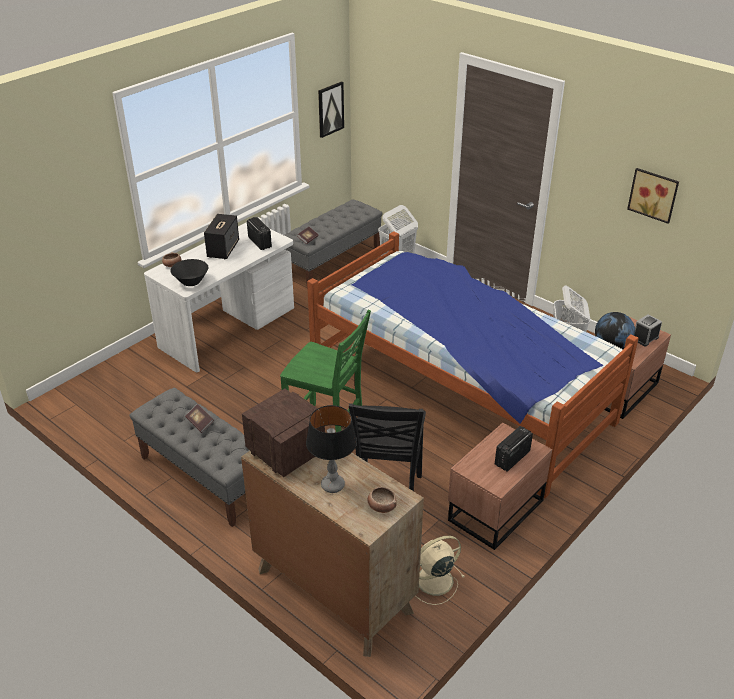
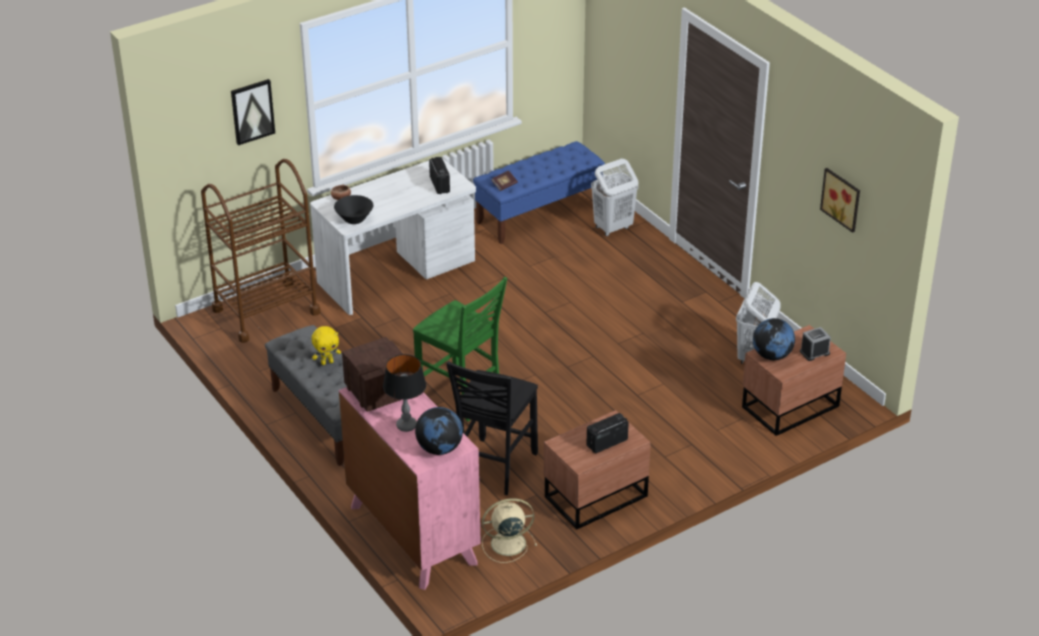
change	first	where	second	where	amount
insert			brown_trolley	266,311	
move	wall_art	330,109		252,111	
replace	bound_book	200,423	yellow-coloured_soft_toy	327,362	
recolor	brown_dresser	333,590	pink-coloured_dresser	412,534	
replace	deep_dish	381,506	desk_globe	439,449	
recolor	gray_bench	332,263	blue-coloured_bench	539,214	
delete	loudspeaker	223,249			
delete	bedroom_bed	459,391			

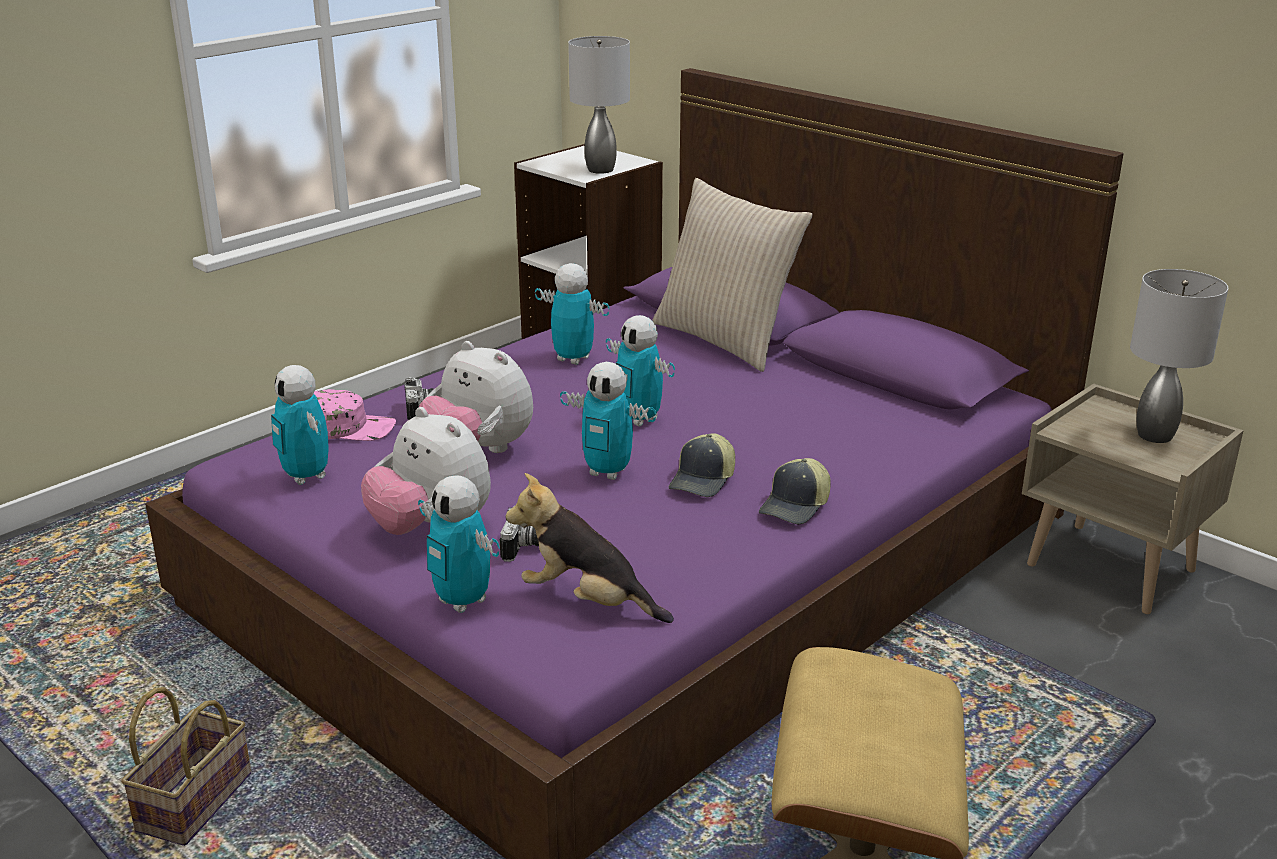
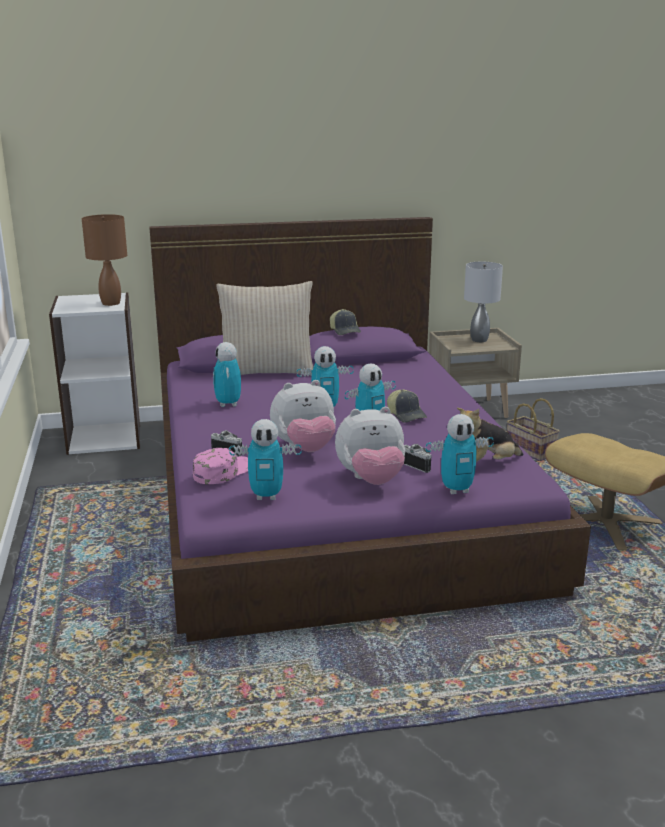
change	first	where	second	where	amount
recolor	gray_lamp_for_a_table	599,170	brown_lamp_for_a_table	111,303	
rotate	robot_figure	573,359		228,404	75 degrees counterclockwise
move	cap	796,507		345,331	
move	household_basket	194,800		528,451	

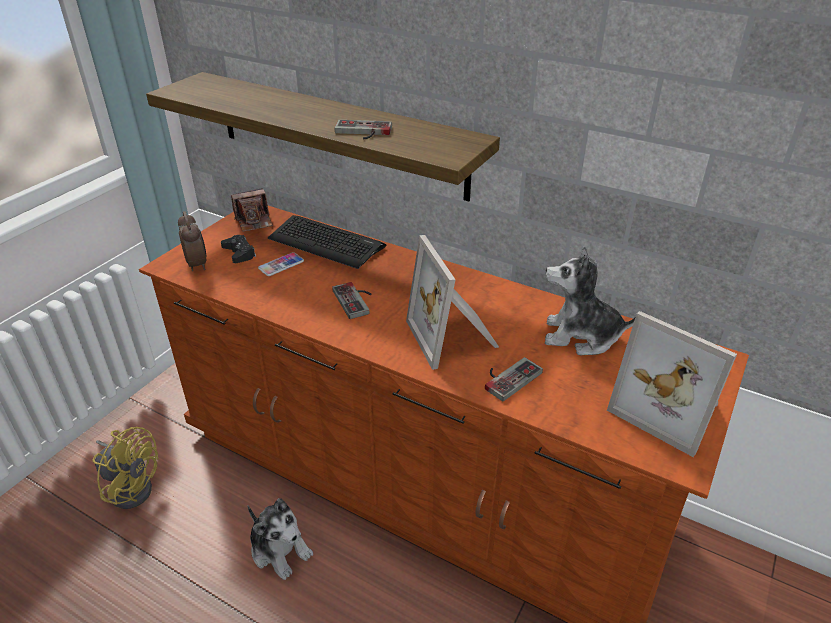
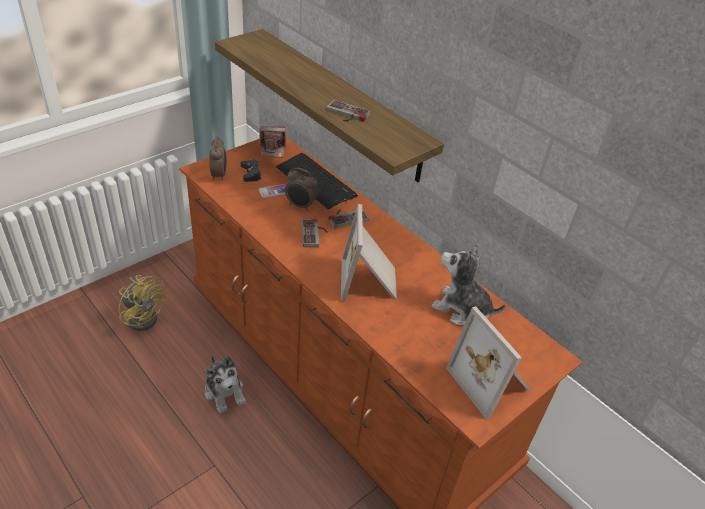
change	first	where	second	where	amount
insert			table_clock	300,206	
move	joypad	508,377		346,217	

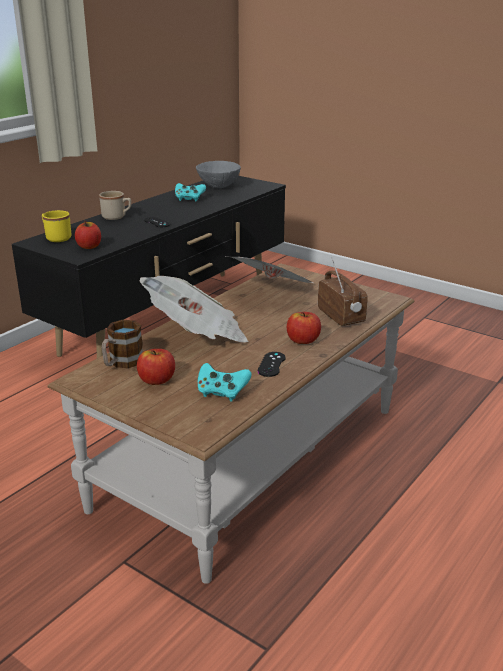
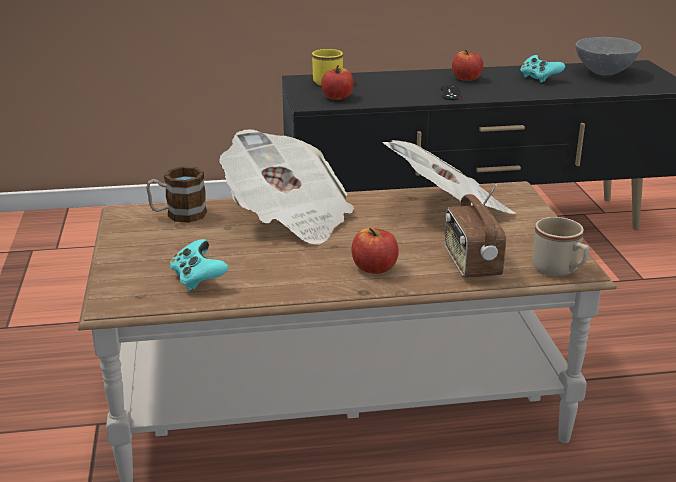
change	first	where	second	where	amount
rotate	radio_set	341,317		471,263	150 degrees clockwise
move	whole_apple	156,380		466,79	
move	beige-coloured_mug	117,217		559,270	
delete	black_joypad	271,364			

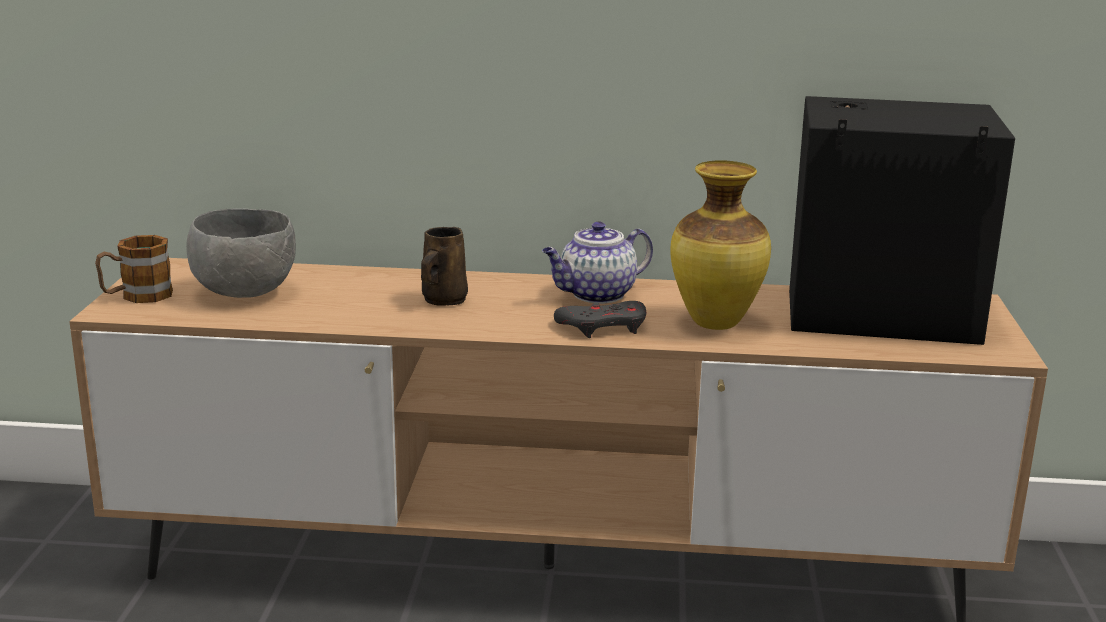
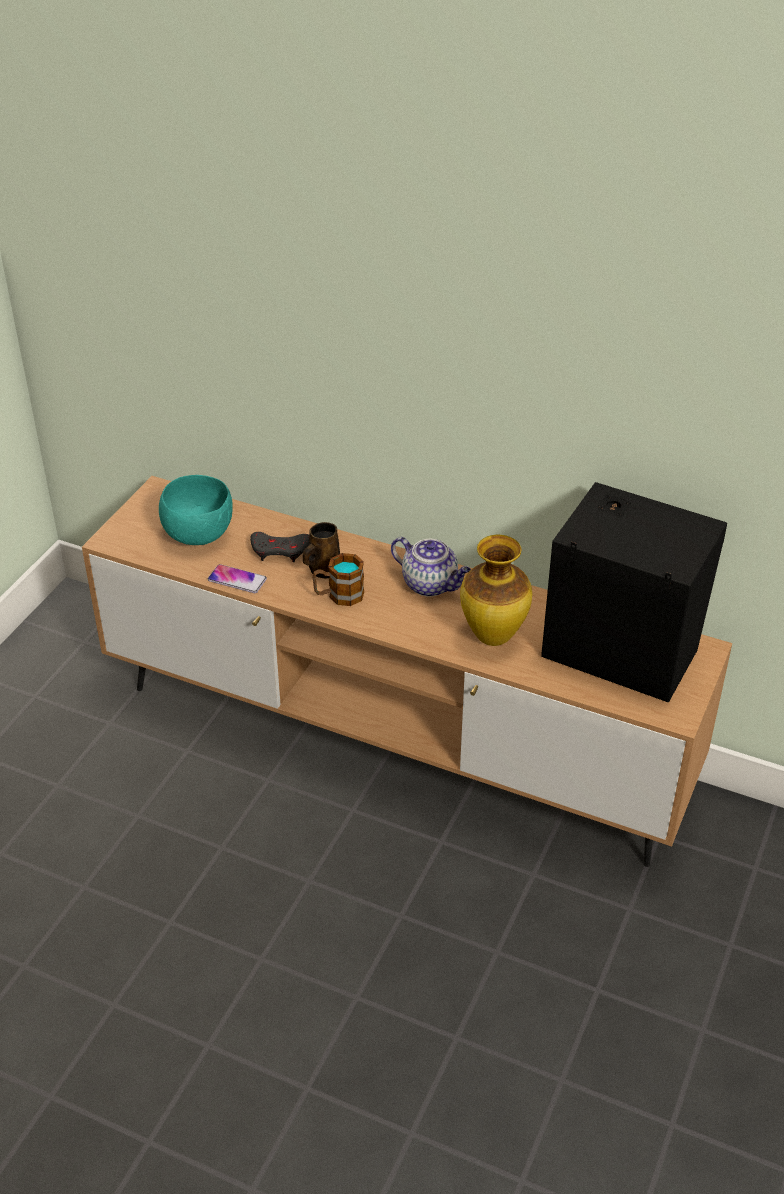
change	first	where	second	where	amount
recolor	gray_deep_dish	246,292	turquoise_deep_dish	200,534	
insert			handset	237,580	
move	gray_joypad	604,326		280,550	
move	mug	137,296		339,595	
rotate	tea_pot	596,295		431,585	135 degrees counterclockwise

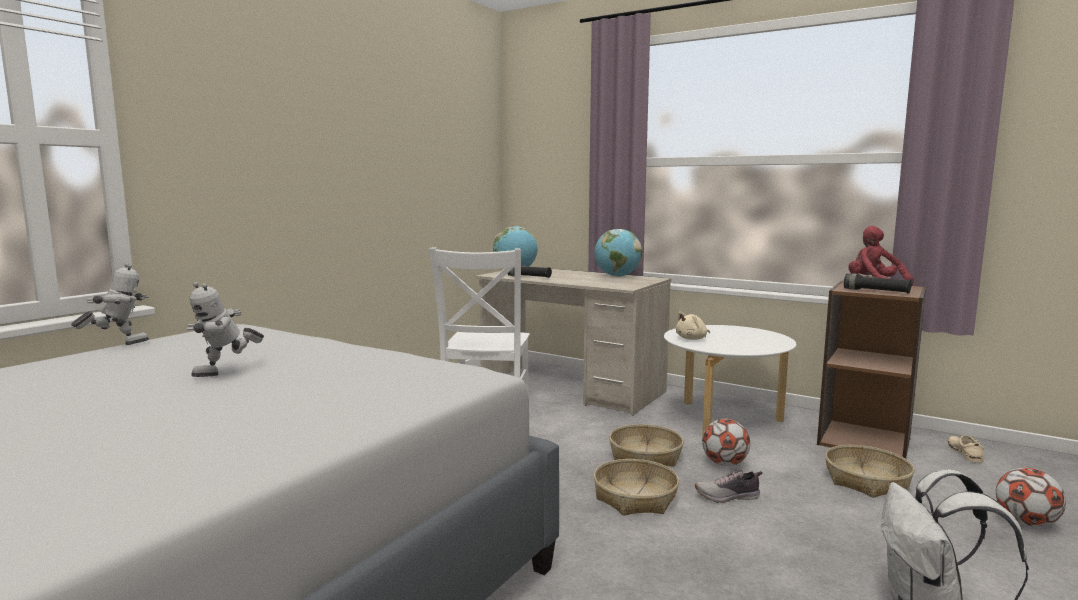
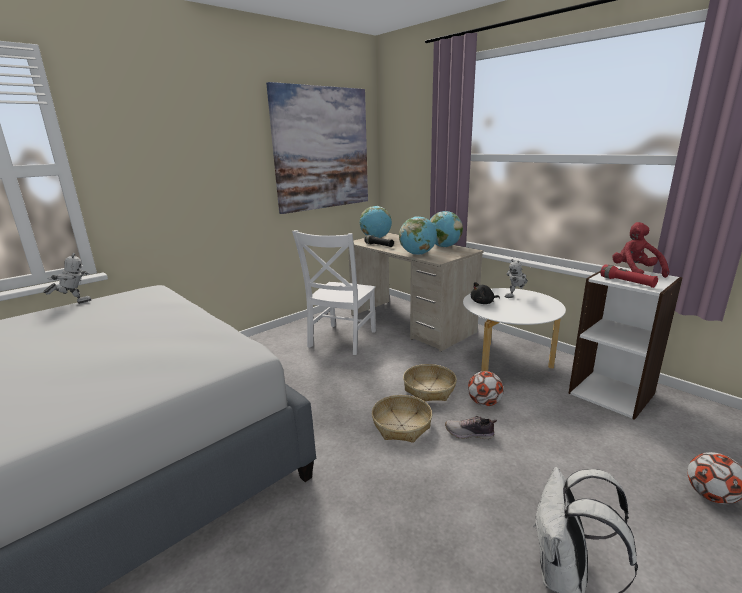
change	first	where	second	where	amount
insert			wall_art	322,149	
insert			desk_globe	417,254	
recolor	beige-coloured_soft_toy	692,339	black_soft_toy	483,303	
move	robot_figure	226,373		515,296	
recolor	brown_shelving_unit	864,440	white_shelving_unit	611,393	
recolor	black_torch	876,291	red-coloured_torch	627,282	
delete	household_basket	866,481			
delete	beige-coloured_shoe	964,453			

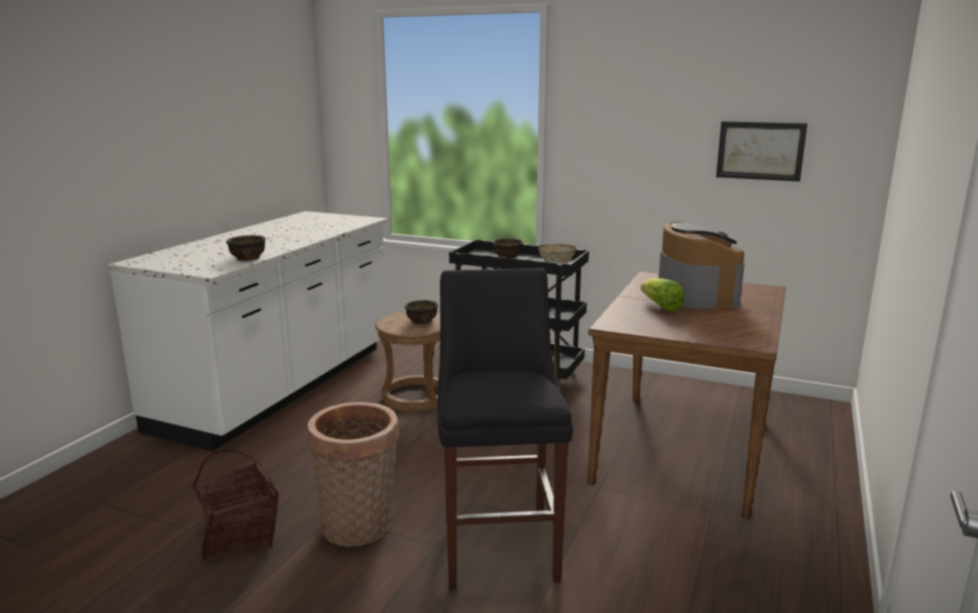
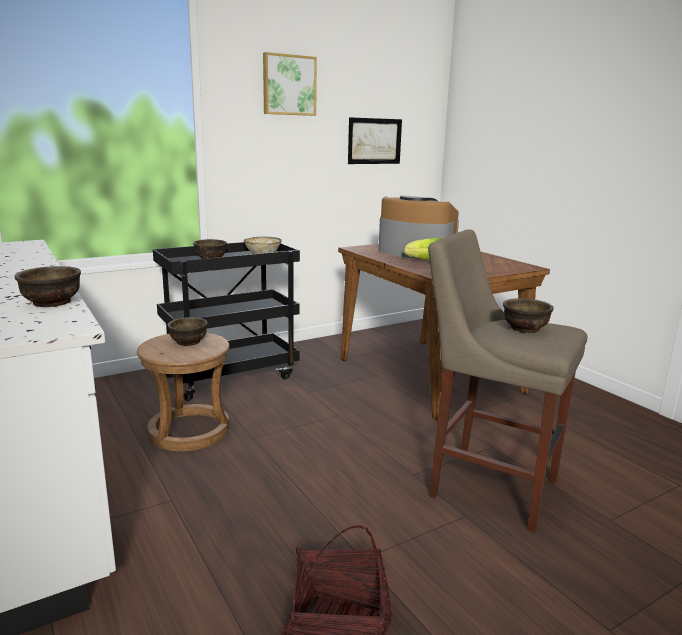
change	first	where	second	where	amount
insert			wall_art	288,85	
recolor	black_stool	499,543	beige-coloured_stool	487,485	
insert			brown_deep_dish	525,328	
delete	household_basket	360,528			

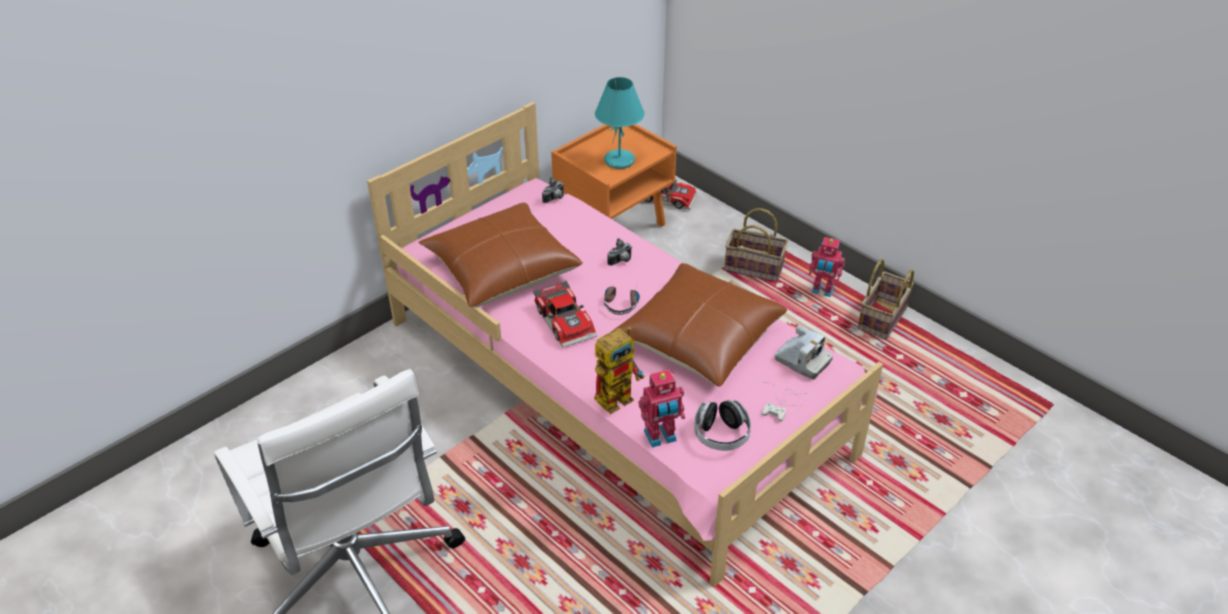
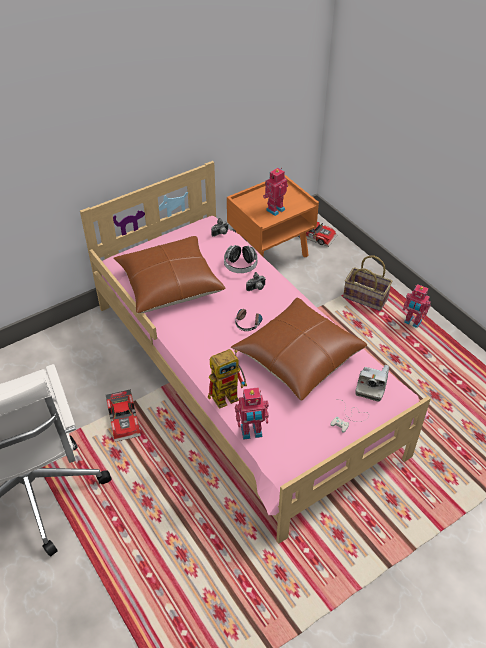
change	first	where	second	where	amount
move	miniature_car	567,321		125,419	
move	headphones	721,435		240,266	
replace	turquoise_lamp_for_a_table	619,161	robot_figure	274,209	
rotate	still_camera	802,361		371,386	60 degrees clockwise
delete	household_basket	882,320			

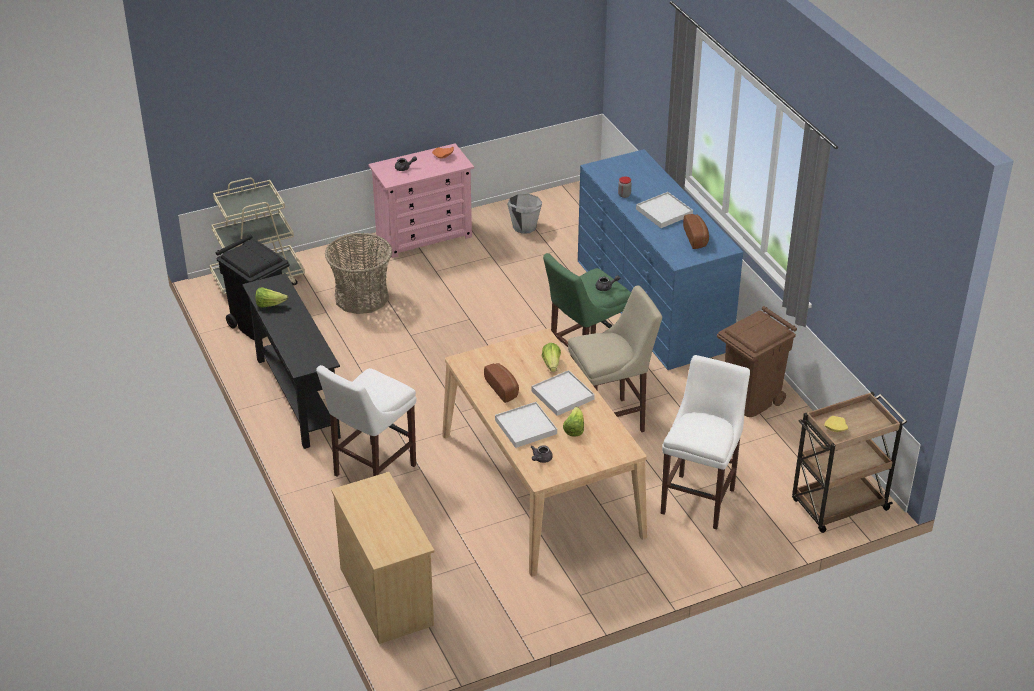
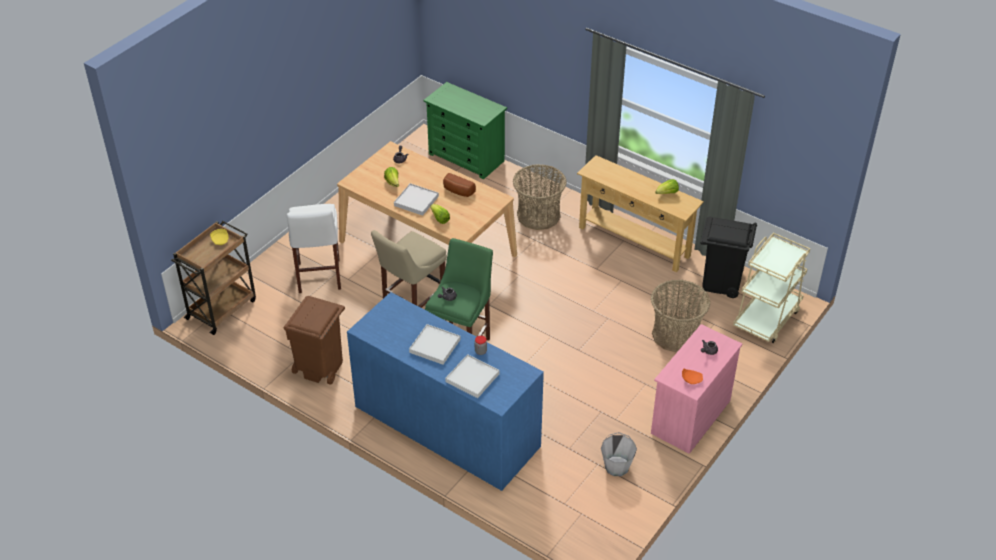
change	first	where	second	where	amount
recolor	beige-coloured_dresser	386,596	greenish_dresser	466,158	
move	white_serving_tray	525,427		472,378	
replace	white_stool	371,472	household_basket	538,215	
recolor	black_hall_table	297,398	beige-coloured_hall_table	634,241	
delete	bakery_bread	697,238			

